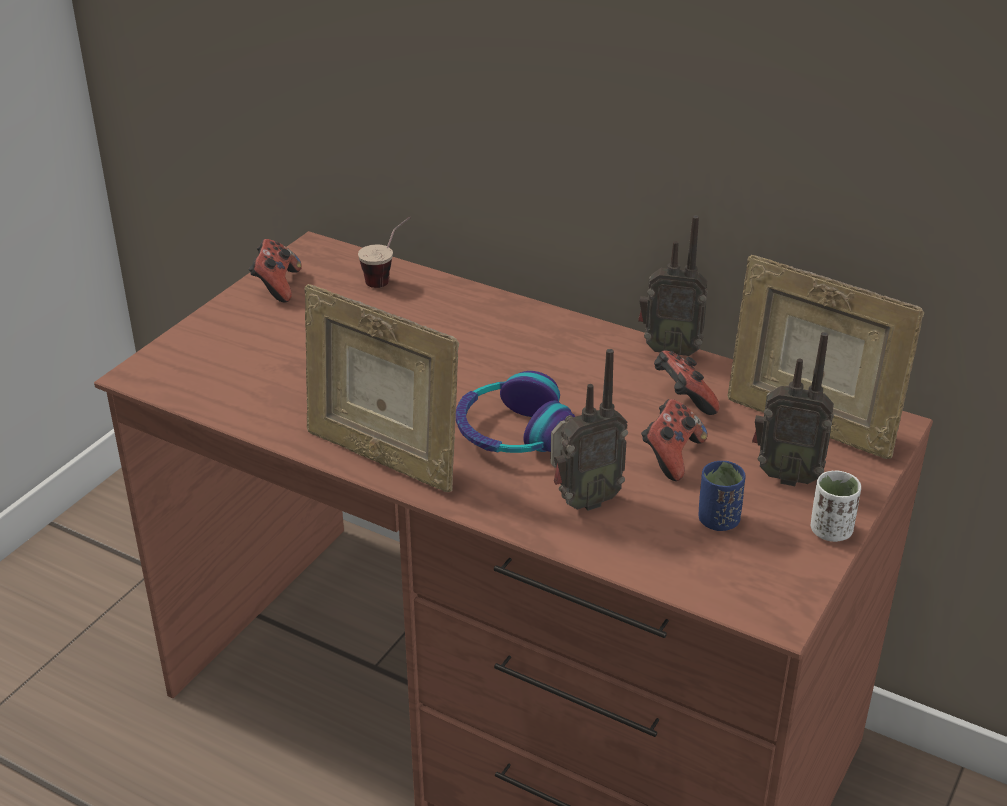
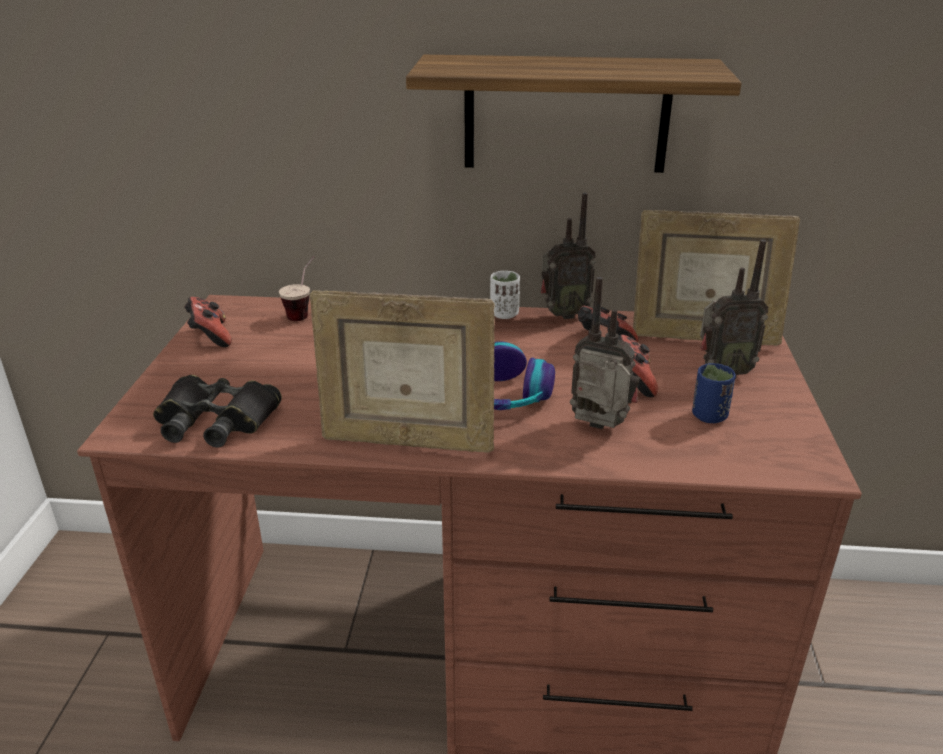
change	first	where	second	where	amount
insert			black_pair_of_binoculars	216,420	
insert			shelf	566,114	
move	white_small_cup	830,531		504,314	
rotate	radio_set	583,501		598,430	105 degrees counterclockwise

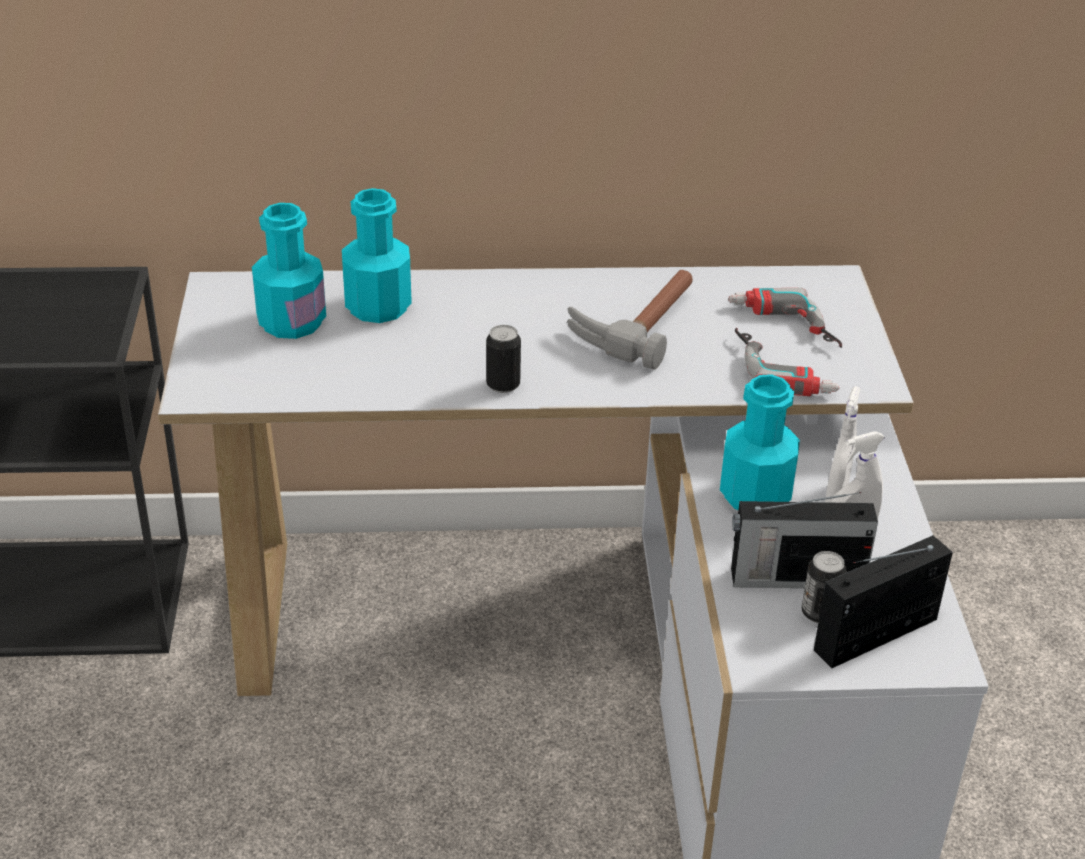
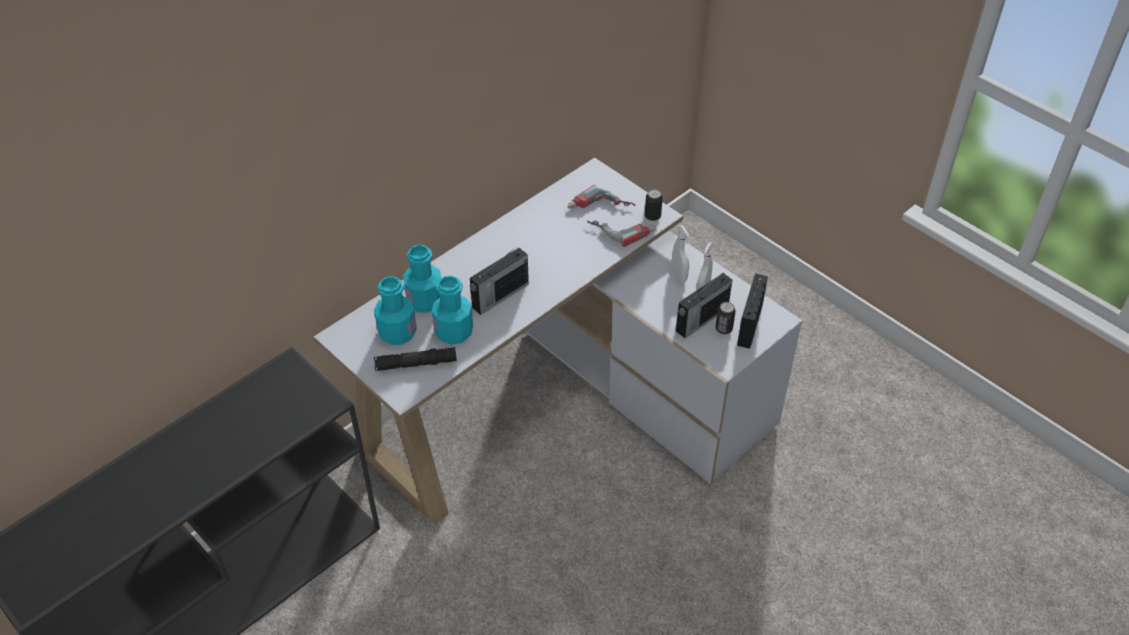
change	first	where	second	where	amount
insert			black_torch	416,364	
move	turquoise_bottle	755,495		454,332	
insert			radio_set	499,296	
move	metal_can	503,385		652,216	
delete	hammer	635,322			

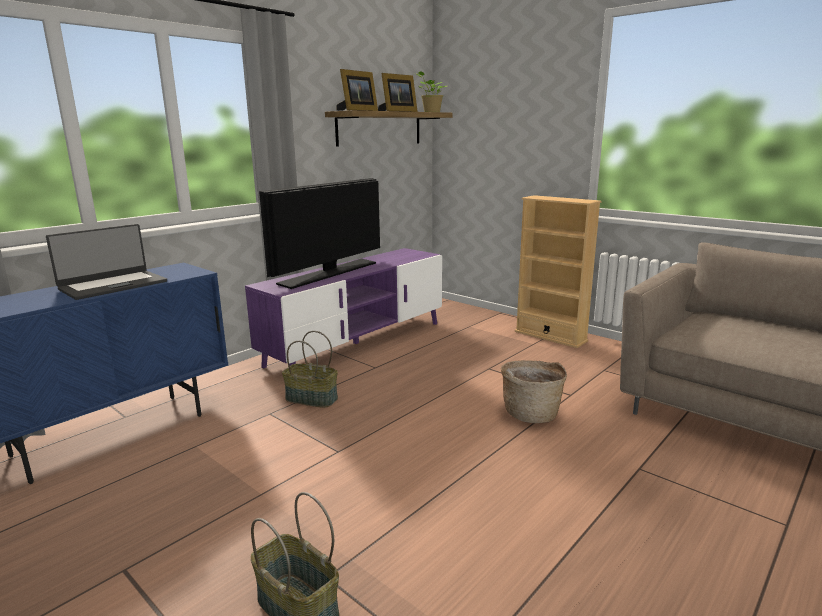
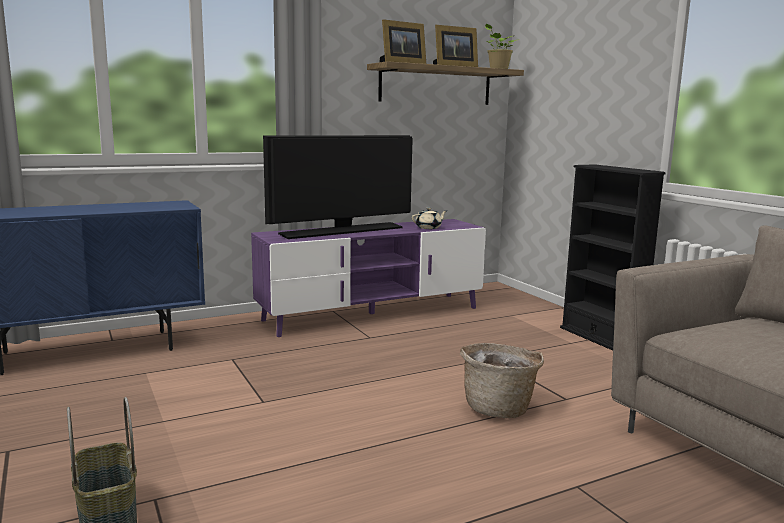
change	first	where	second	where	amount
insert			beige-coloured_tea_pot	429,227	
recolor	beige-coloured_shelving_unit	550,336	black_shelving_unit	600,338	
delete	notebook_computer	113,285			
delete	household_basket	310,399			

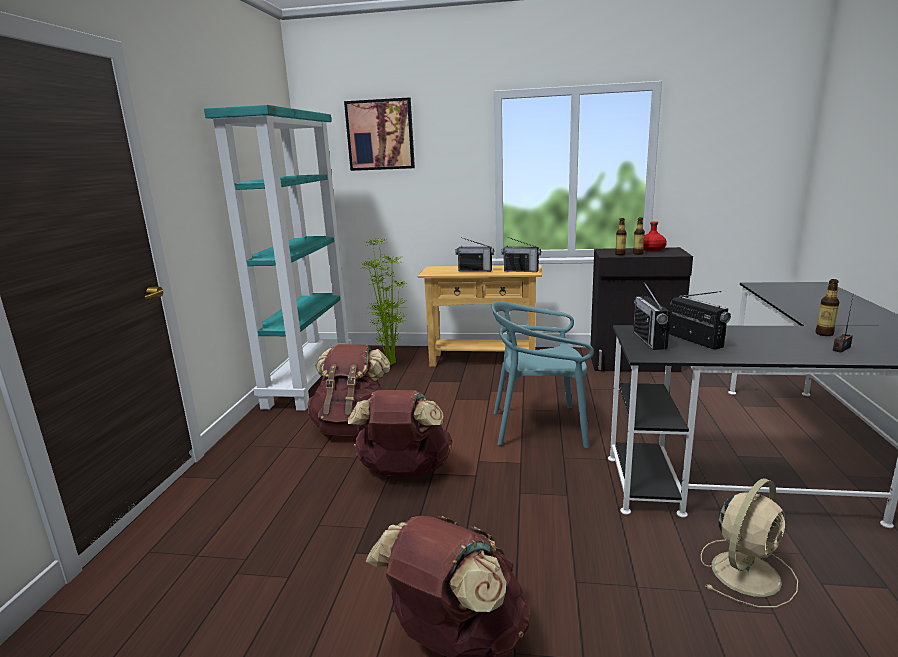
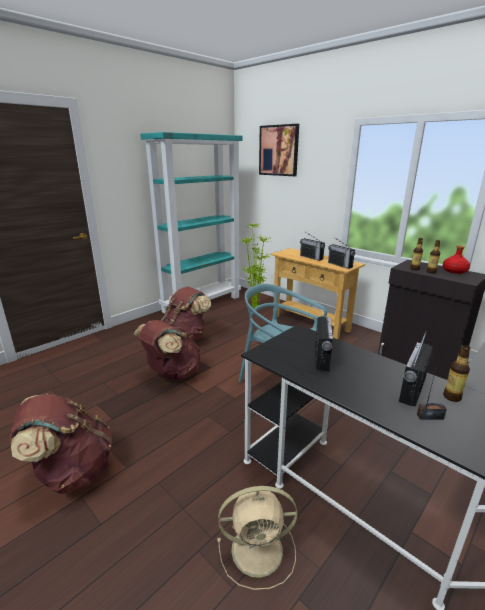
change	first	where	second	where	amount
move	radio_set	649,340		412,389	

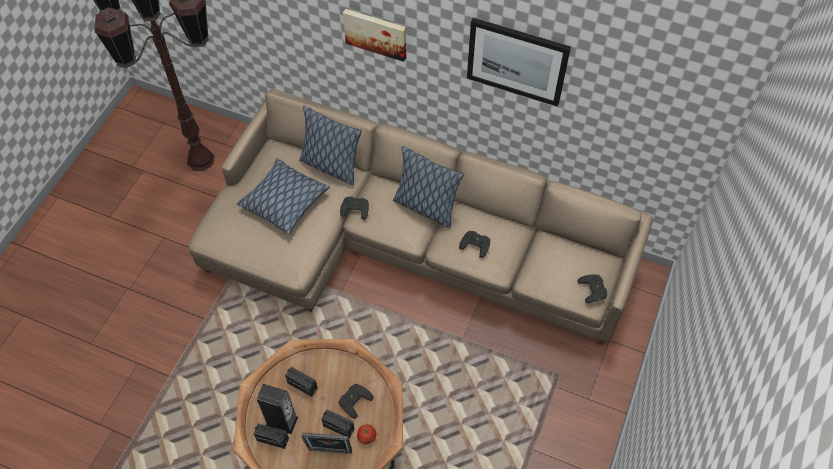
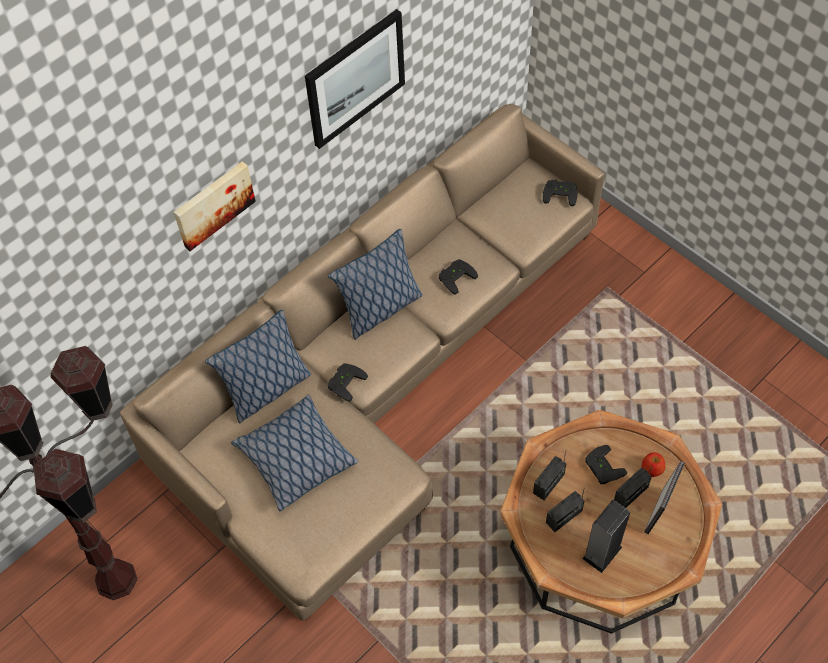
change	first	where	second	where	amount
move	radio_set	272,439		549,484	

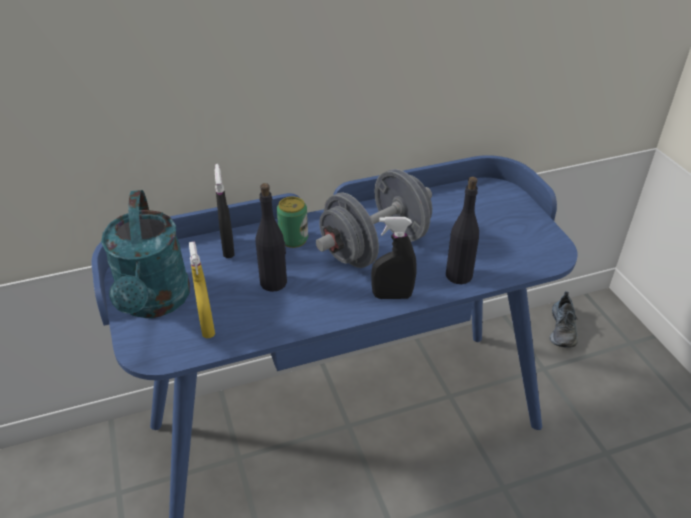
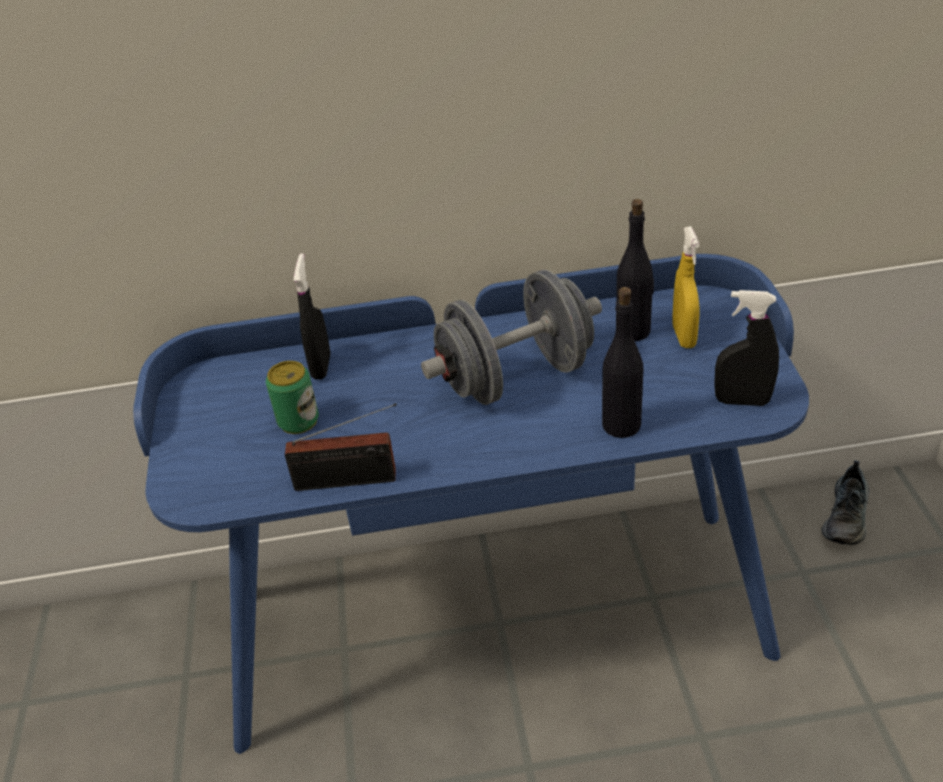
change	first	where	second	where	amount
move	metal_can	293,239		298,421	
insert			radio_set	351,480	
move	black_bottle	274,282		633,331	
move	yellow-coloured_spray_bottle	207,326		683,336	
move	black_spray_bottle	392,296		742,401	
delete	turquoise_watering_can	154,303			

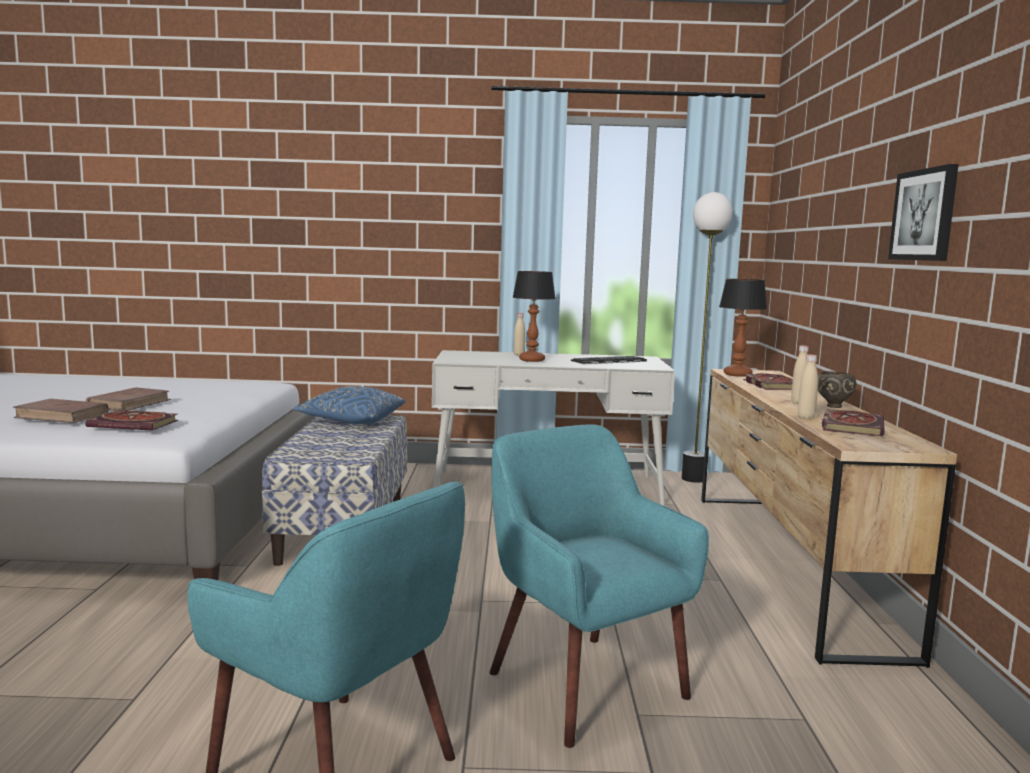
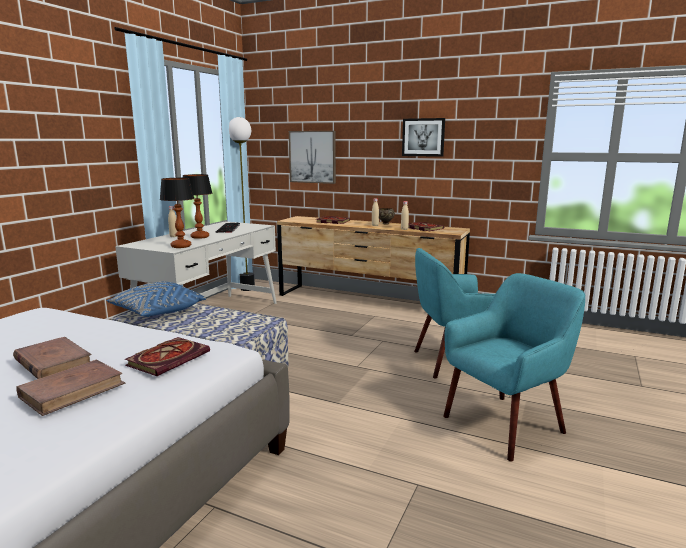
change	first	where	second	where	amount
move	lamp_for_a_table	738,374		181,246	
insert			wall_art	312,157	

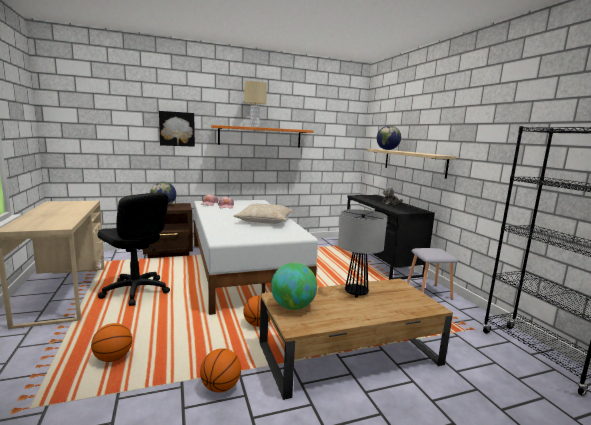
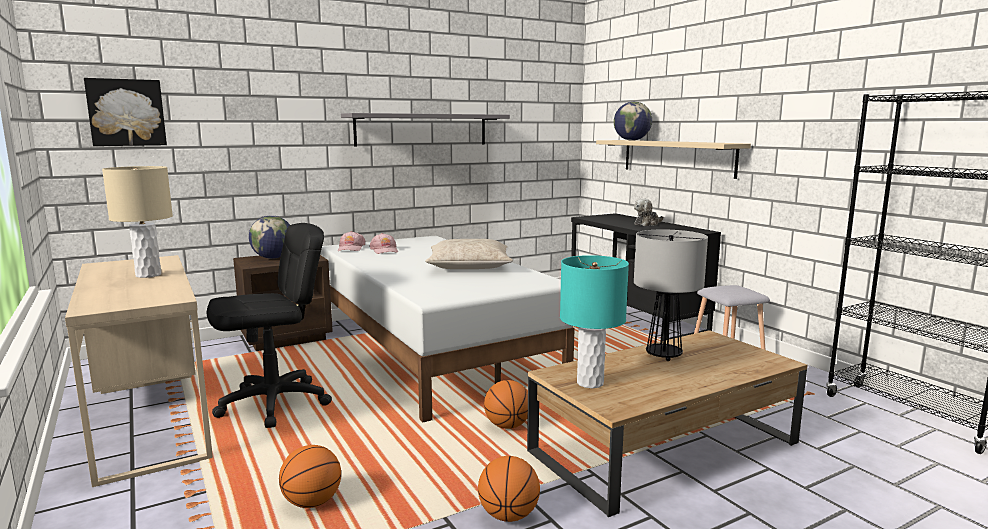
change	first	where	second	where	amount
move	wall_art	177,129		126,112	
move	beige-coloured_lamp_for_a_table	254,127		149,275	
rotate	black_computer_chair	135,291		274,403	60 degrees counterclockwise
recolor	orangey_shelf	260,137	gray_shelf	422,129	
replace	desk_globe	292,306	turquoise_lamp_for_a_table	590,383	

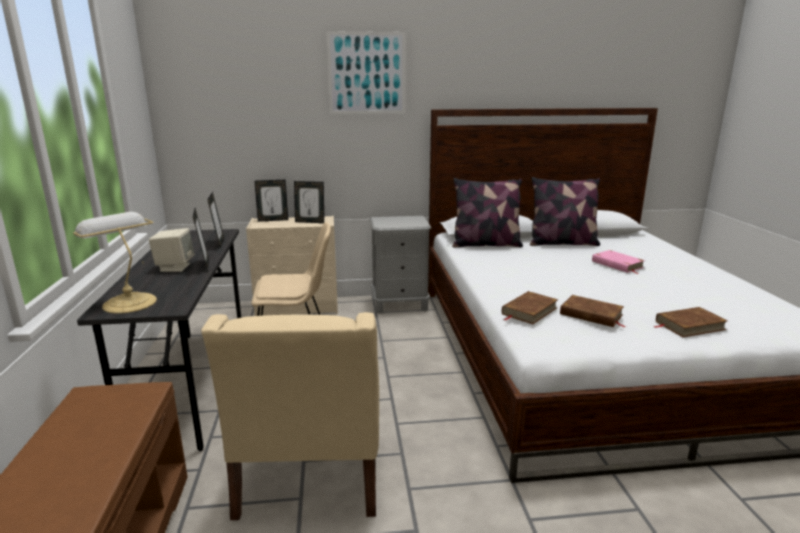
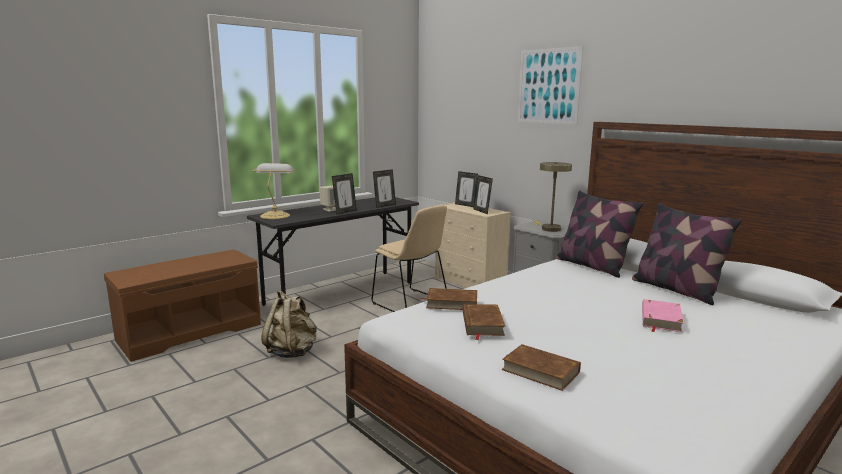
change	first	where	second	where	amount
replace	beige-coloured_armchair	310,473	beige-coloured_backpack	292,352	
insert			beige-coloured_lamp_for_a_table	548,228	

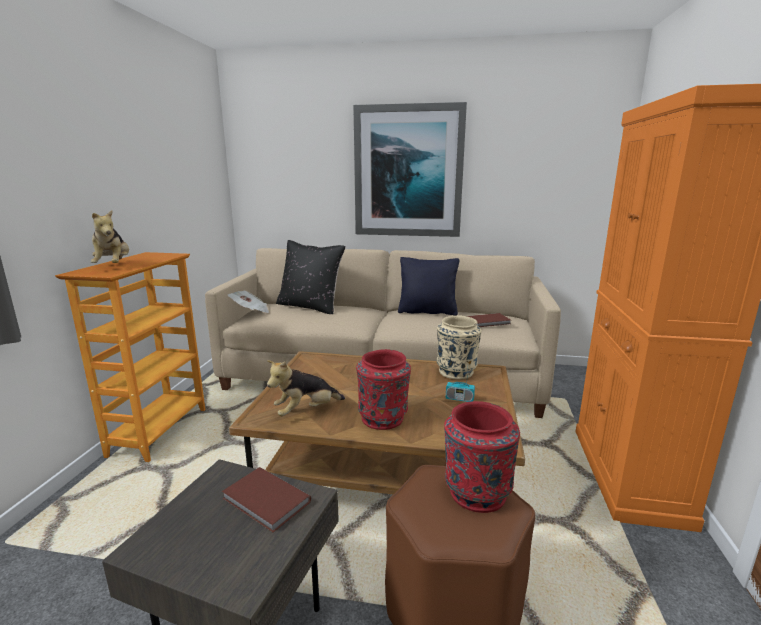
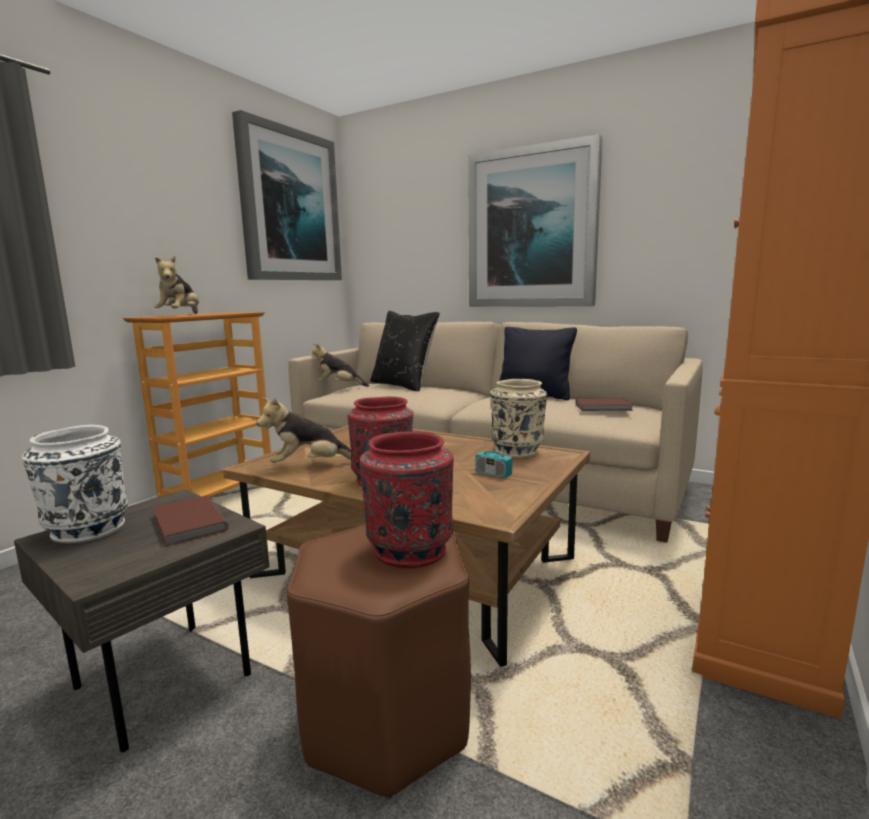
change	first	where	second	where	amount
insert			white_decorative_vase	87,530	
insert			wall_art	289,206	
replace	printed_paper	249,311	soft_toy	338,386	

